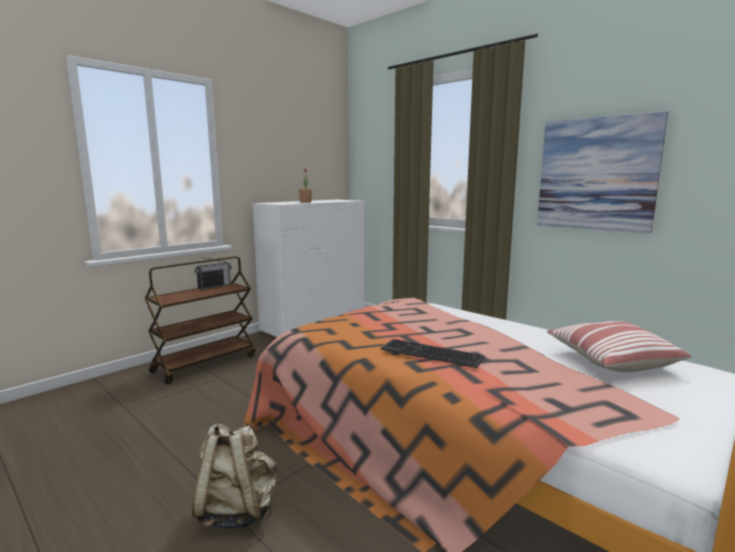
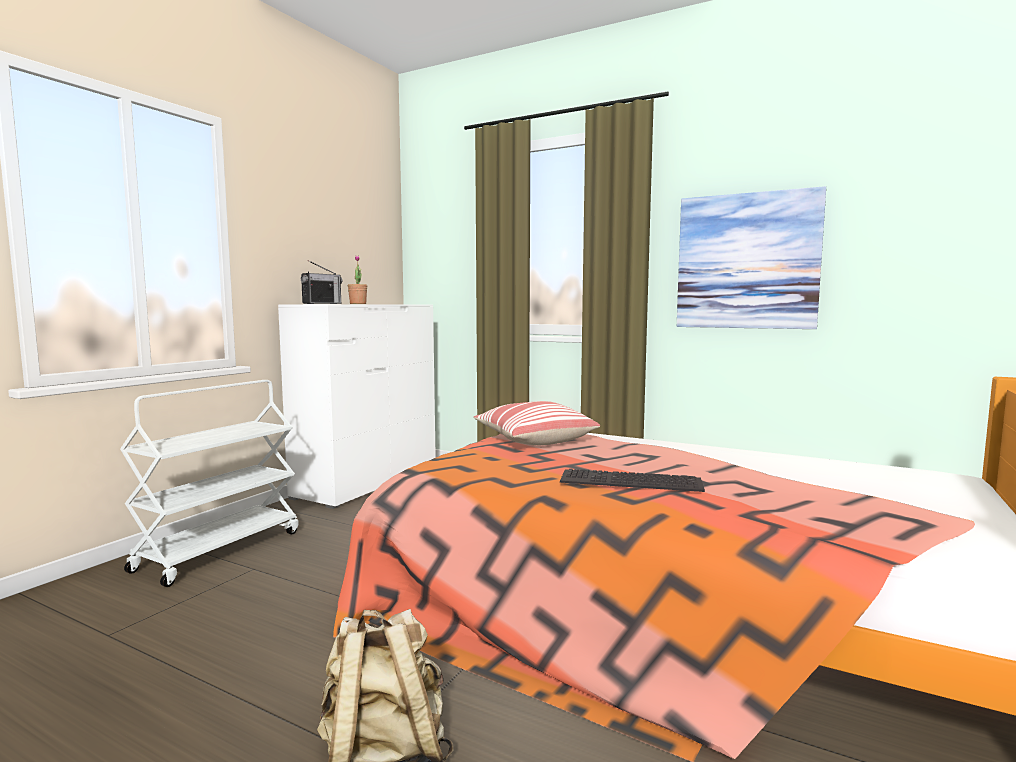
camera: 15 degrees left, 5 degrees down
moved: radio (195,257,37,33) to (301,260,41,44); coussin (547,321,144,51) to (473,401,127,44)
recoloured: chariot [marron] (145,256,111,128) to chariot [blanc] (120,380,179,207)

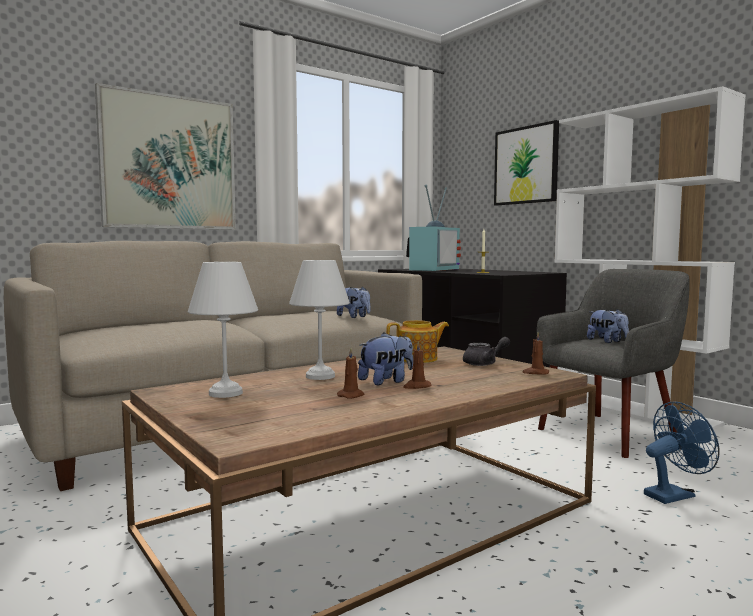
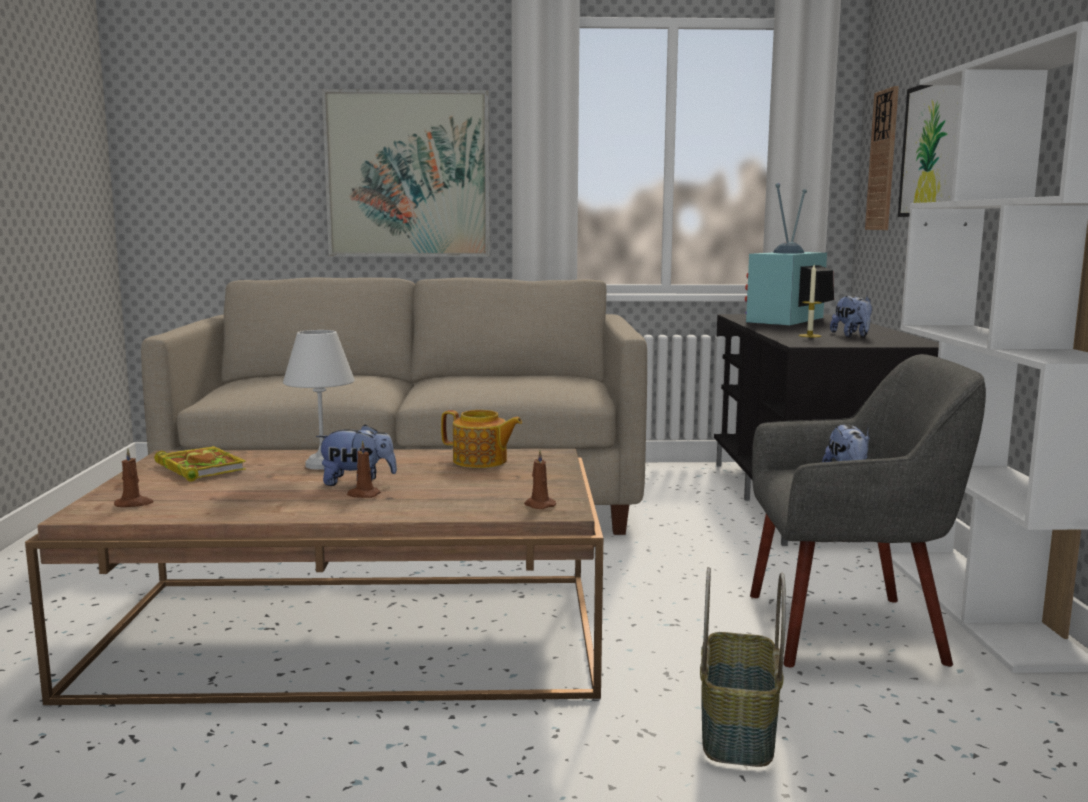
camera: 35 degrees right, 5 degrees up
removed: théière [gris] (463,337,47,29)
added: horloge murale (865,86,34,144)
moved: peluche (337,286,33,32) to (830,296,42,41); bougie [marron] (337,348,27,51) to (114,448,39,59)
replaced: lampe de table [blanc] (188,262,70,136) to livre (154,446,92,36); ventilateur [bleu] (644,401,76,103) to panier (700,567,86,200)
turned: téléviseur (406,185,55,86) = (745,183,89,142) 150 degrees clockwise

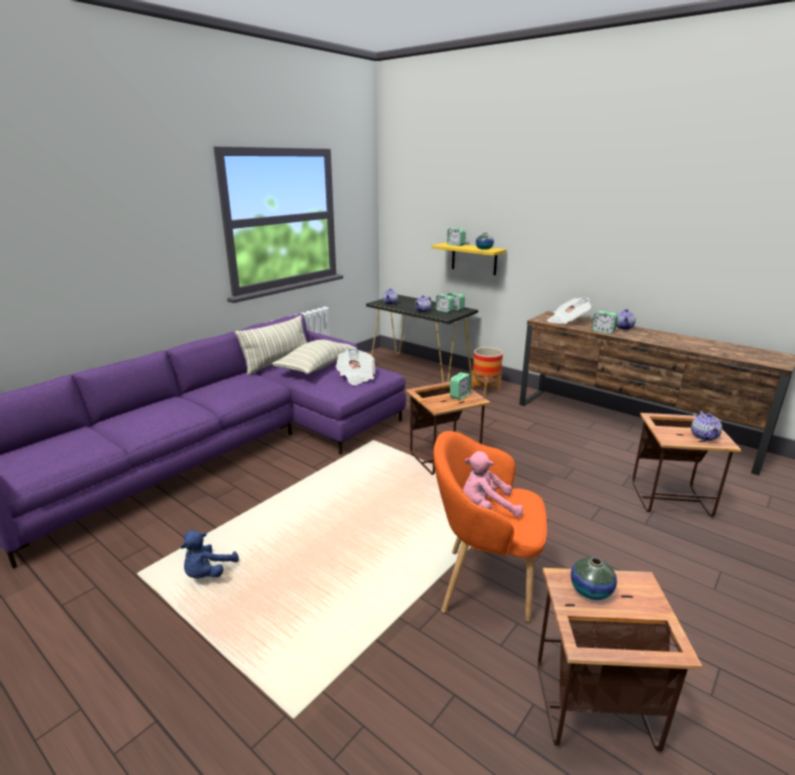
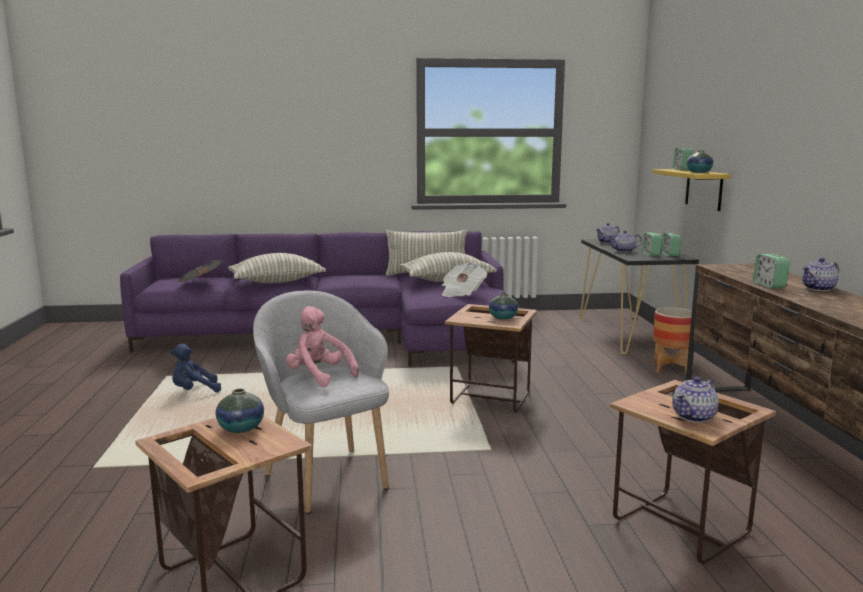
camera: 45 degrees right, 10 degrees down
added: coussin (228,253,98,30)
moved: journal (547,297,44,27) to (176,260,46,23)
replaced: réveil (450,372,21,28) to vase (489,293,29,27)
recoloured: fauteuil [orange] (433,431,114,192) to fauteuil [gris] (253,291,136,223)

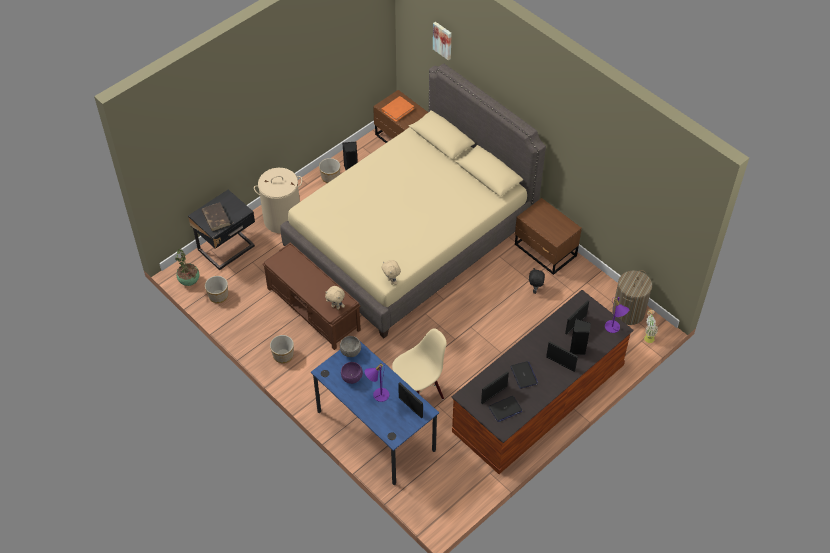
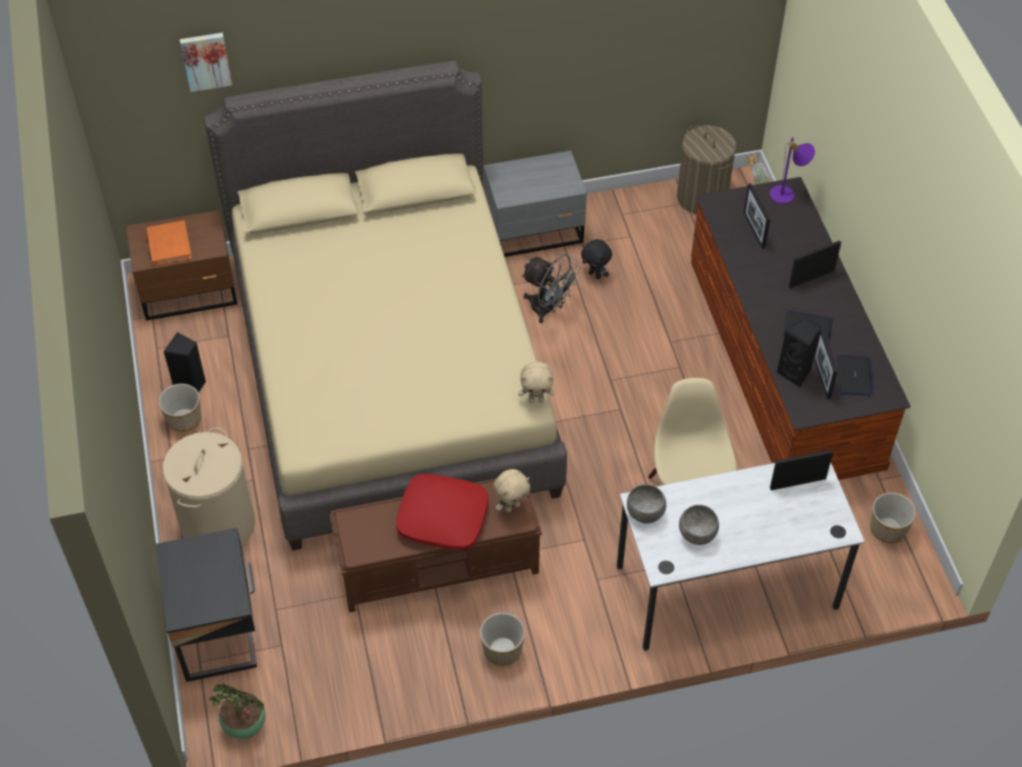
camera: 60 degrees left, 0 degrees up
removed: livre [marron] (202,202,28,29); lampe de table [violet] (365,363,24,39)
added: coussin [rouge] (396,474,93,76); ventilateur [gris] (521,254,60,69)
moved: cache-pot (205,276,23,27) to (870,493,46,50); enceinte [noir] (570,318,21,37) to (776,317,45,71)
recoloured: bureau [bleu] (311,340,128,145) to bureau [blanc] (617,463,248,188); bol [violet] (341,362,22,22) to bol [gris] (679,505,40,40); table de chevet [marron] (515,198,67,77) to table de chevet [gris] (484,151,103,106)

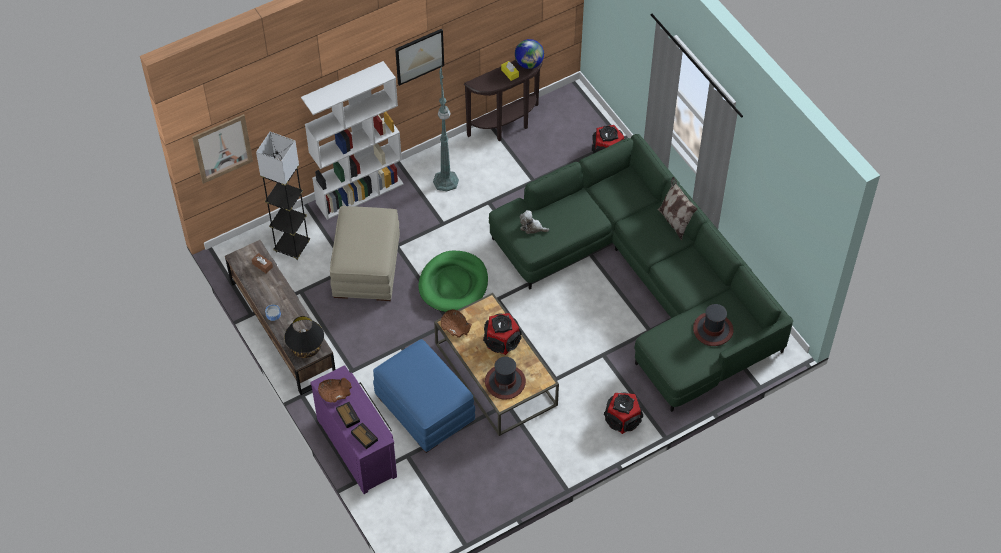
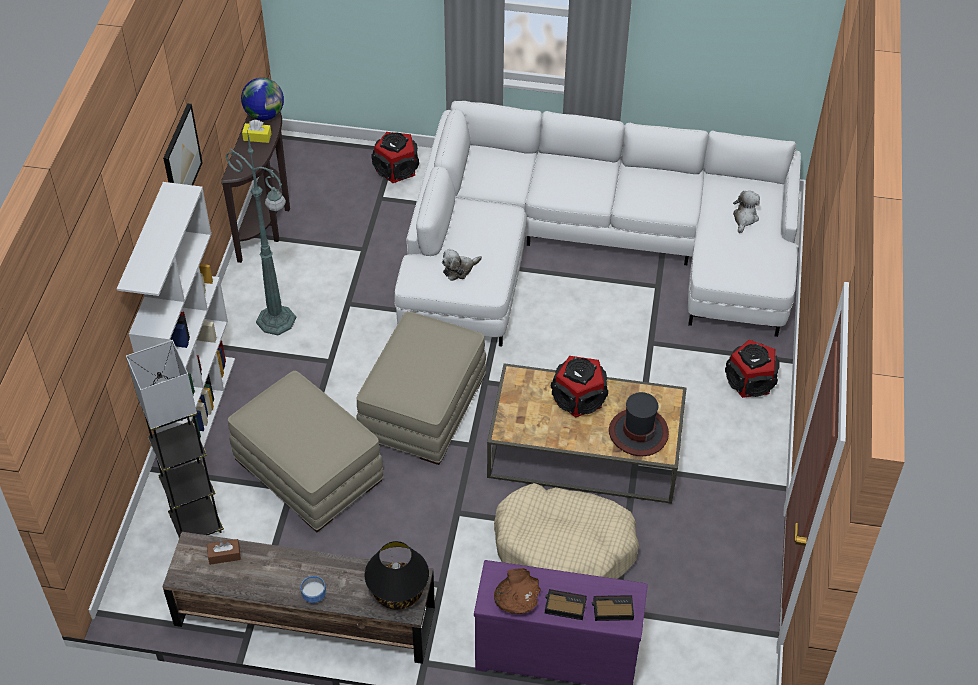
camera: 50 degrees left, 5 degrees down
removed: tableau (192,114,61,70); bol [marron] (441,309,31,29); coussin (658,177,40,63)
replaced: pouf [bleu] (373,339,102,114) to panier pour chien [beige] (494,483,146,96); panier pour chien [vert] (418,251,70,61) to pouf [beige] (356,311,130,154); chapeau (693,304,41,42) to peluche (733,191,27,42)
recoloured: canapé [vert] (489,134,304,278) to canapé [blanc] (394,101,407,246)

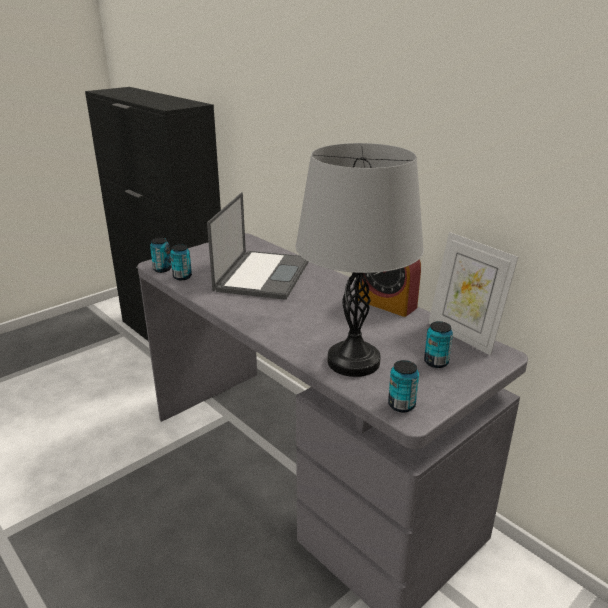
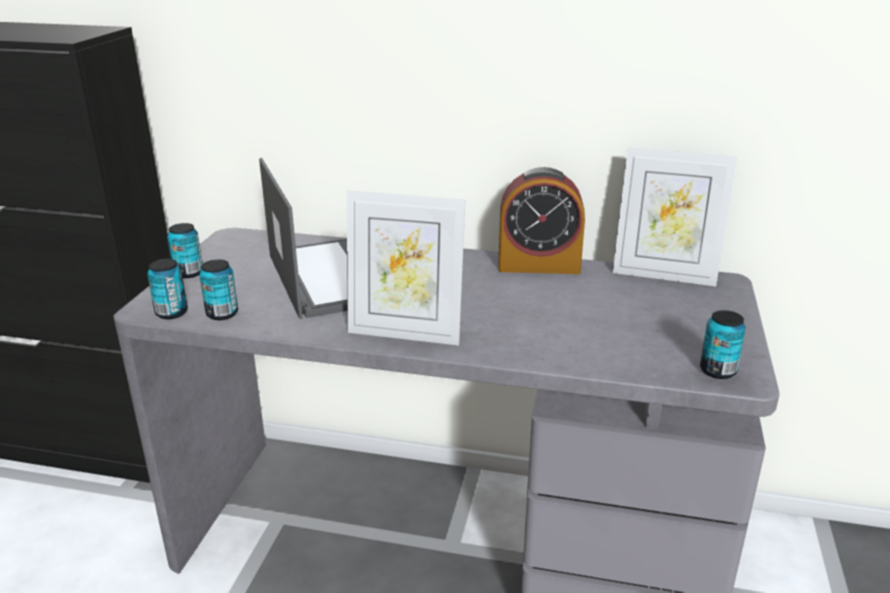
camera: 35 degrees left, 0 degrees up
removed: lampe de table [gris] (295,143,129,234)
added: cadre photo (347,190,118,155)
moved: boîte métallique (424,321,29,47) to (167,223,36,55)

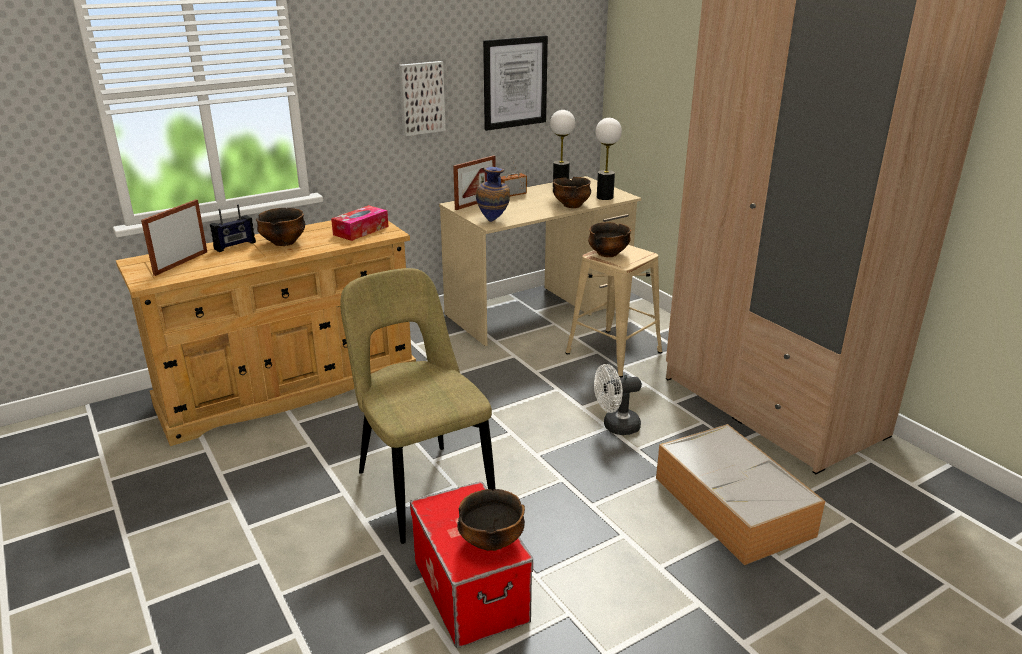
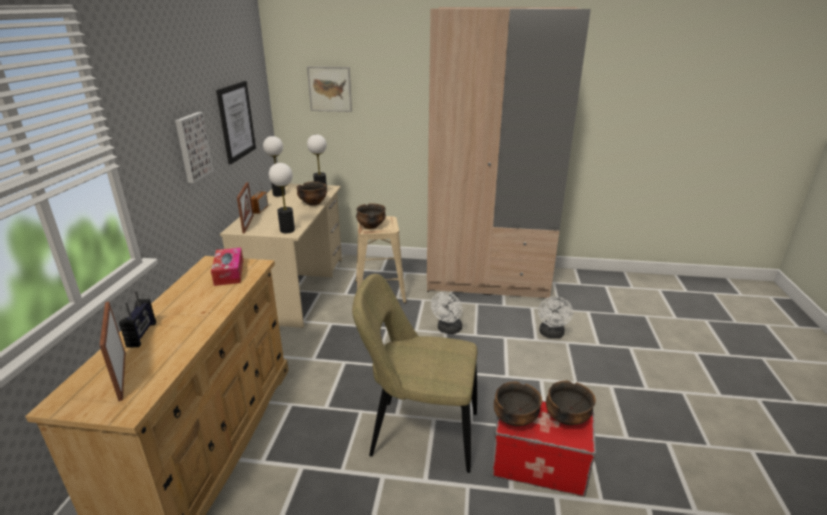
camera: 50 degrees left, 0 degrees up
added: tableau (307,66,45,46)
moved: bol (256,208,49,38) to (494,382,48,44)
replaced: vase (476,167,34,55) to lampe de table (269,163,26,70); boîte de rangement (656,424,169,141) to ventilateur [blanc] (538,296,35,43)

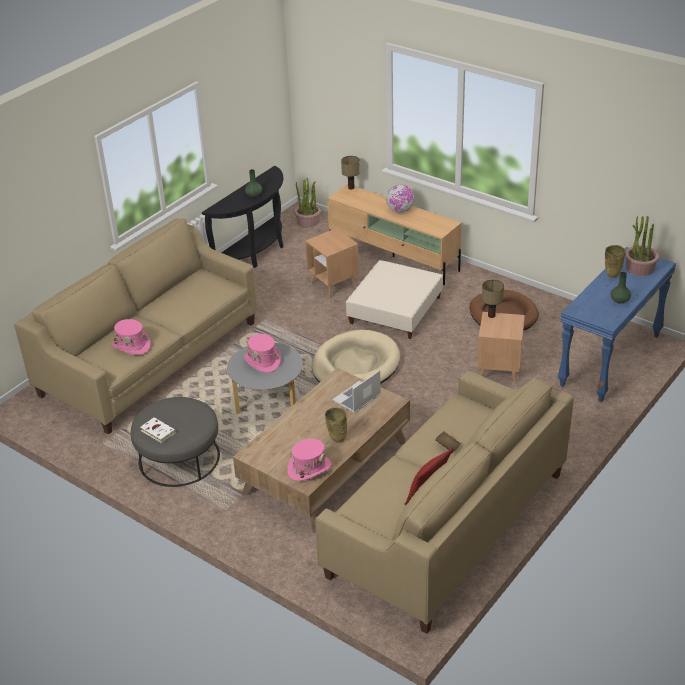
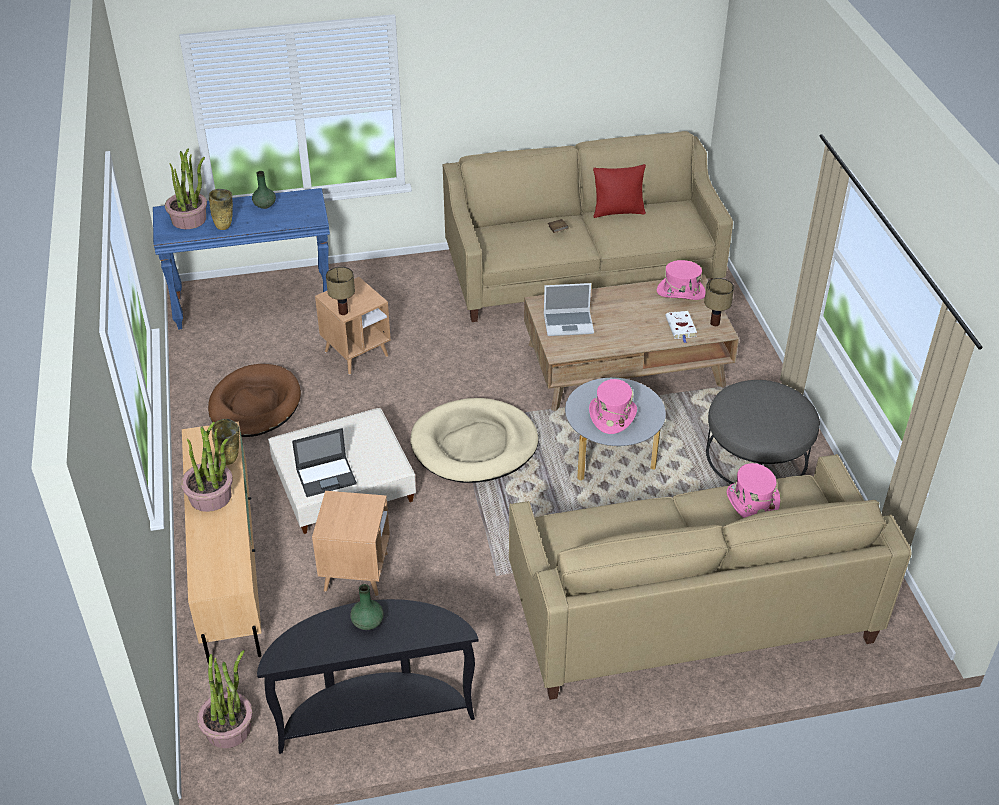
camera: 140 degrees left, 5 degrees up
added: ordinateur portable (292,428,65,69)
moved: livre [blanc] (140,417,36,26) to (666,311,31,32); vase [beige] (325,408,22,34) to (212,419,27,46); lampe de table (341,156,19,33) to (704,278,30,48)
replaced: globe (386,185,28,28) to plante en pot (181,422,52,90)

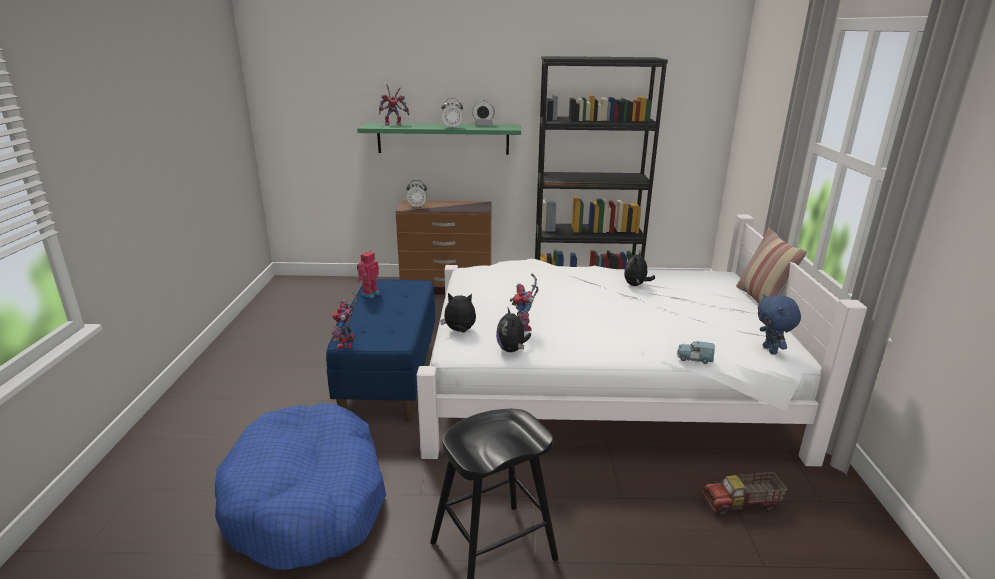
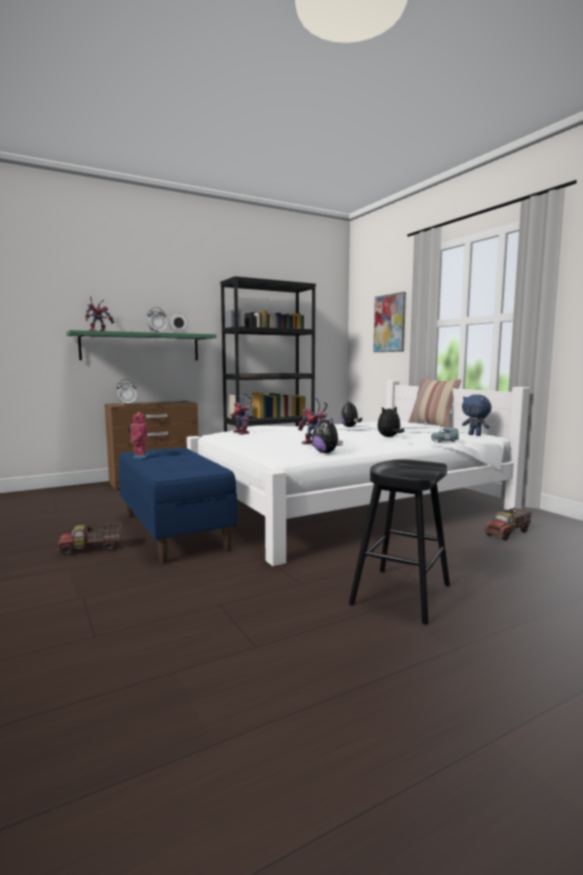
camera: 30 degrees left, 15 degrees down
removed: panier pour chien [bleu] (215,403,171,167)
added: camion jouet (57,523,64,33); tableau (373,292,33,60)
moved: robot jouet (331,291,26,57) to (230,393,22,41); peluche (440,293,36,40) to (377,407,27,30)

